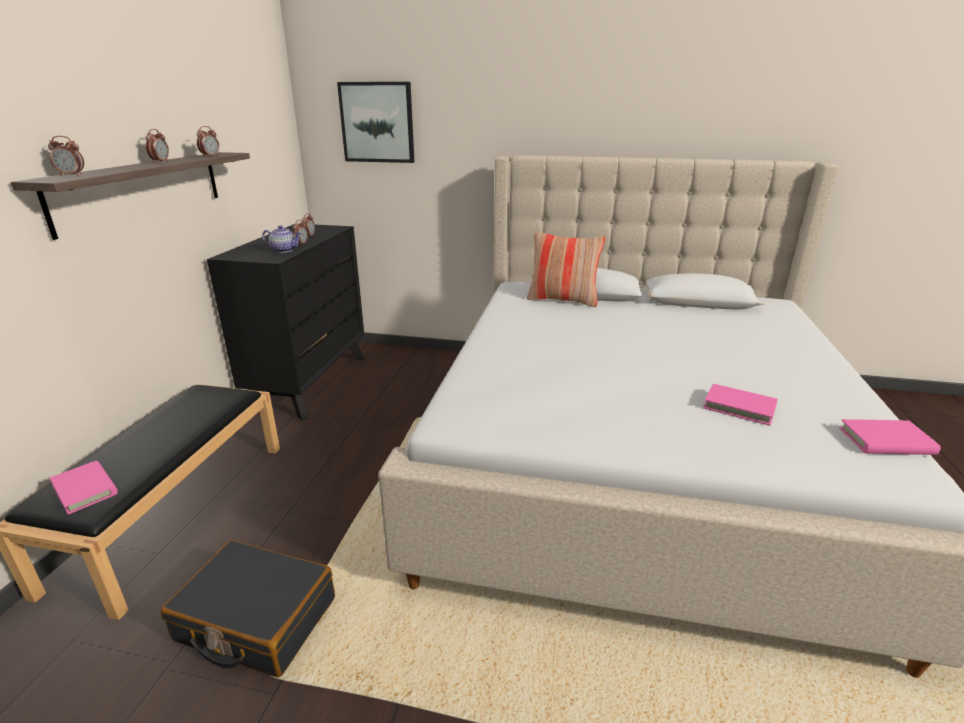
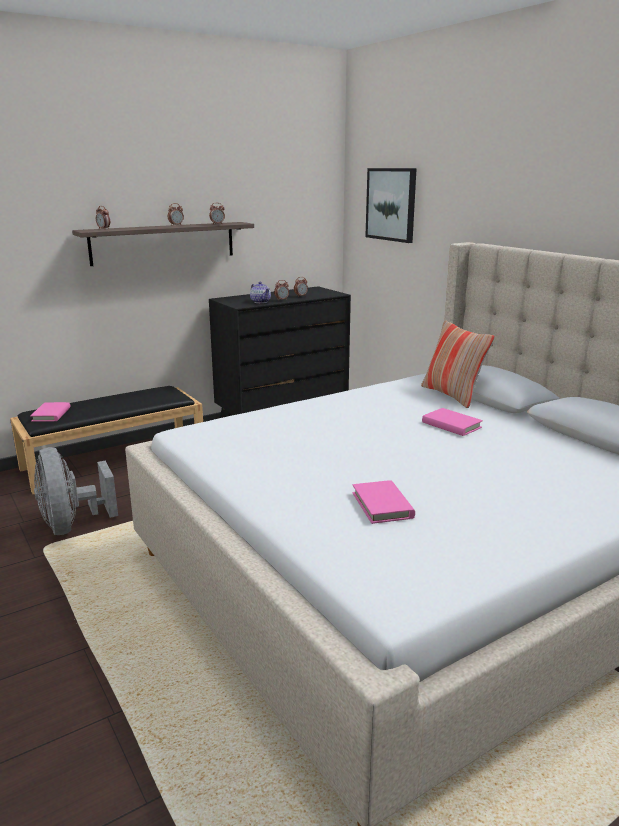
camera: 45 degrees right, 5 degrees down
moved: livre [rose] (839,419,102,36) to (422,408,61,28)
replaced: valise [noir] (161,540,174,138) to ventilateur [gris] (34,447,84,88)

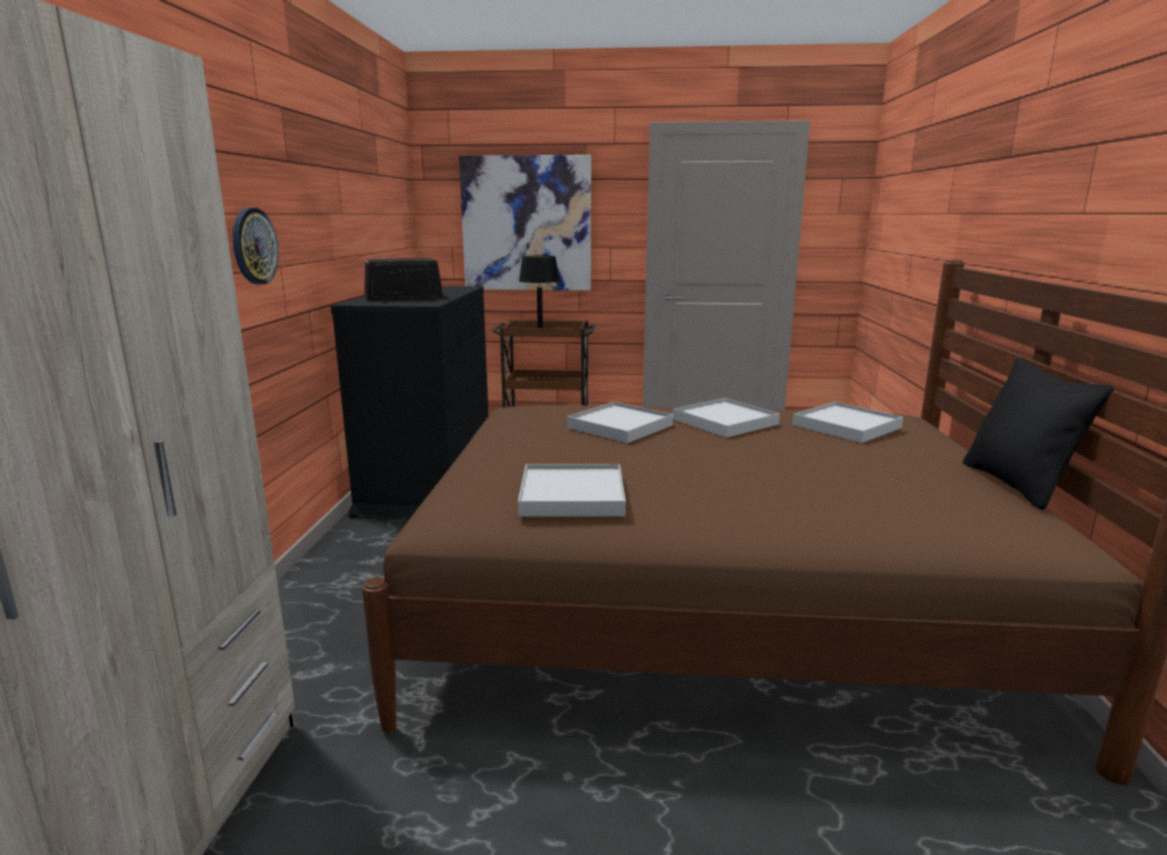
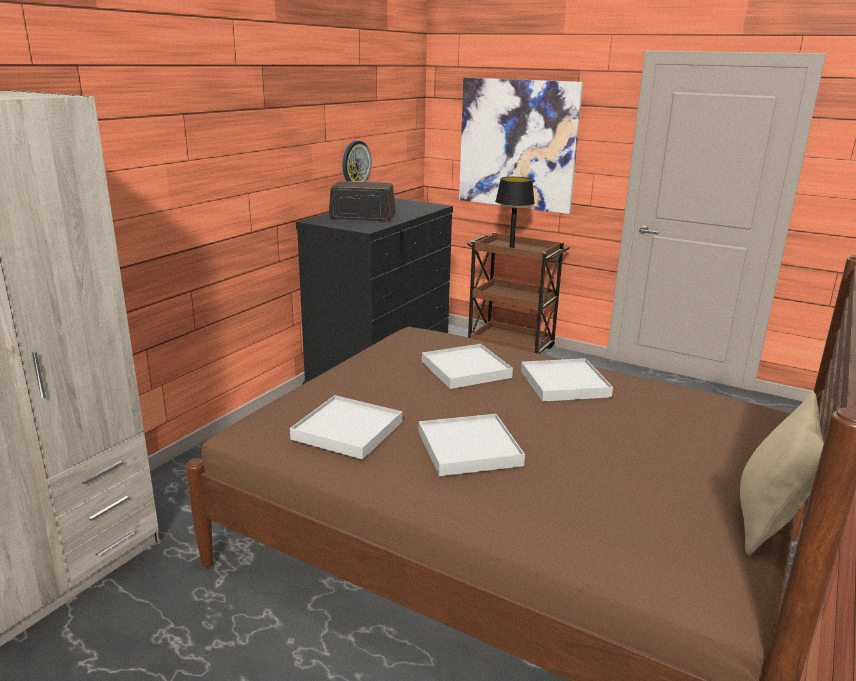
camera: 25 degrees right, 5 degrees up
moved: horloge murale (233,208,46,77) to (343,141,28,41); plateau [blanc] (793,402,110,41) to (419,414,106,62)
recoloured: coussin [noir] (963,358,151,152) to coussin [beige] (740,392,84,163)

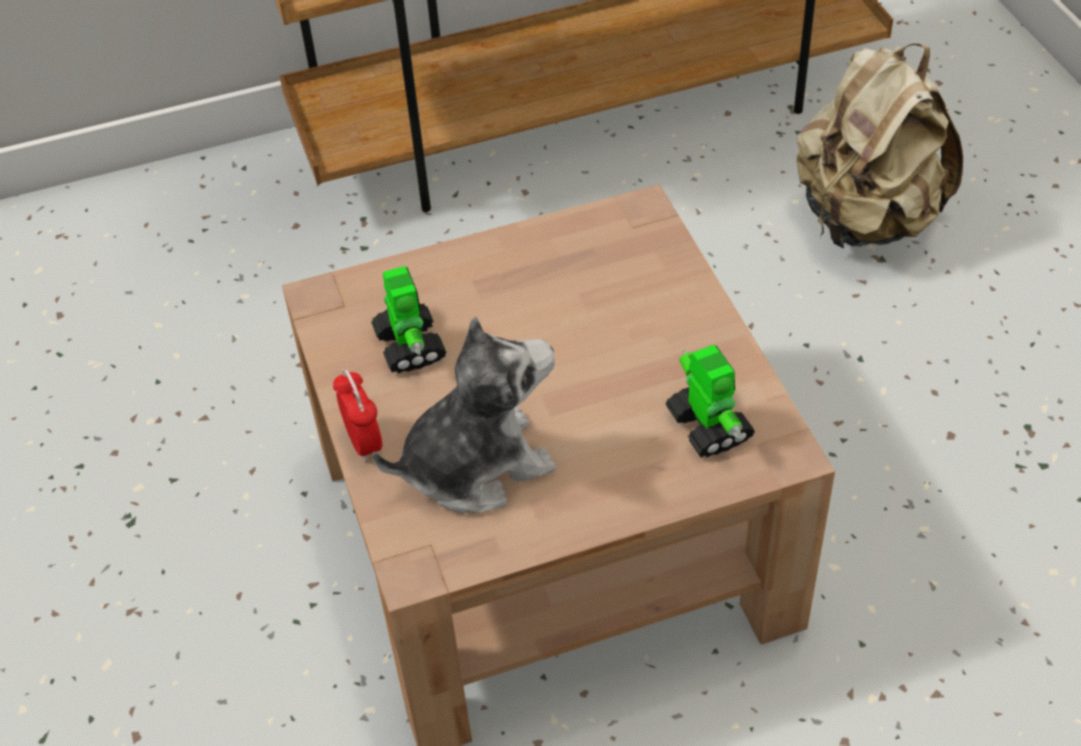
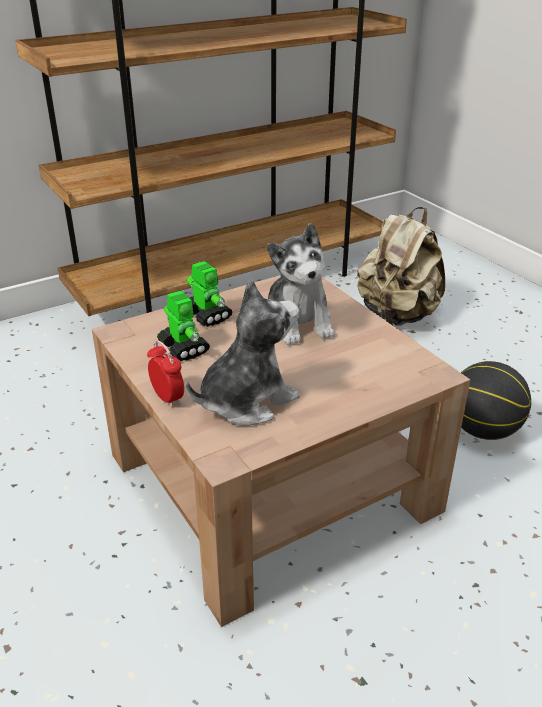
camera: 15 degrees left, 15 degrees down
added: peluche (267,223,68,122); ballon de basket (461,361,70,79)
moved: robot jouet (665,345,90,112) to (187,261,46,66)

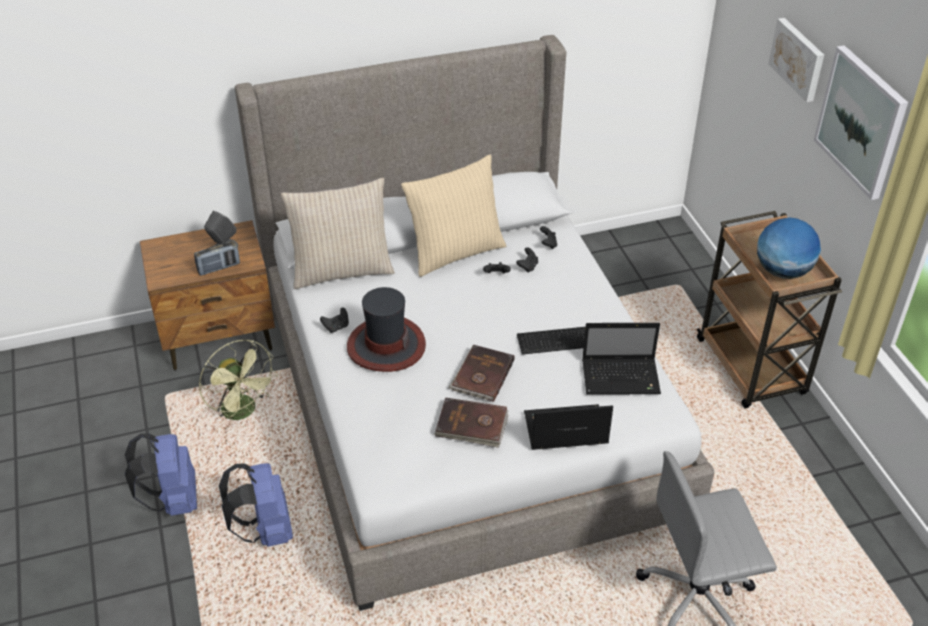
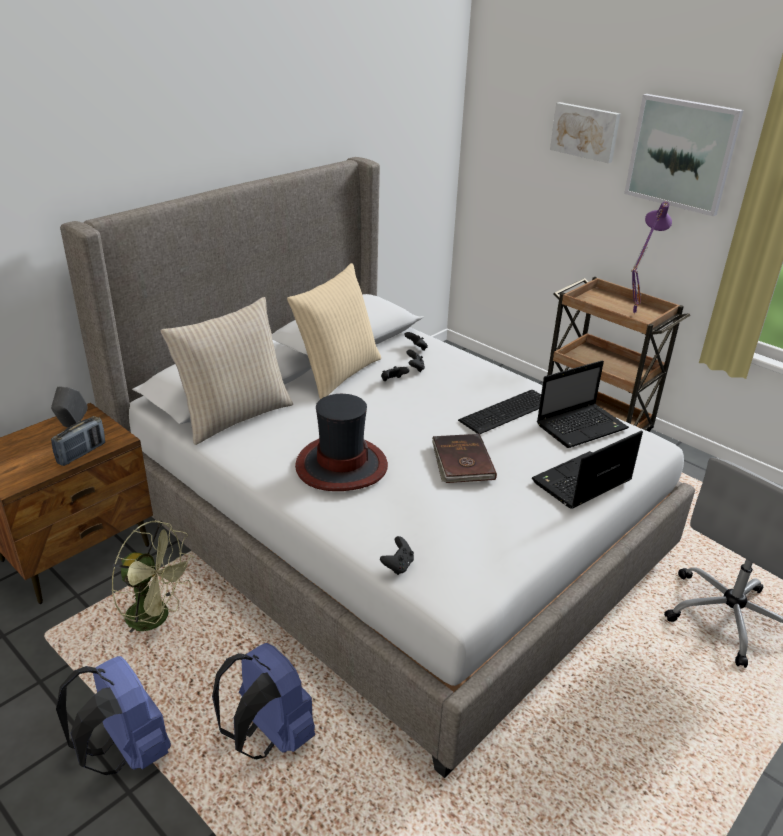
camera: 30 degrees left, 10 degrees down
removed: livre [marron] (434,398,75,50)
moved: manette [noir] (320,307,29,26) to (380,536,34,39)
replaced: globe (757,217,64,62) to lampe de table [violet] (631,202,41,114)

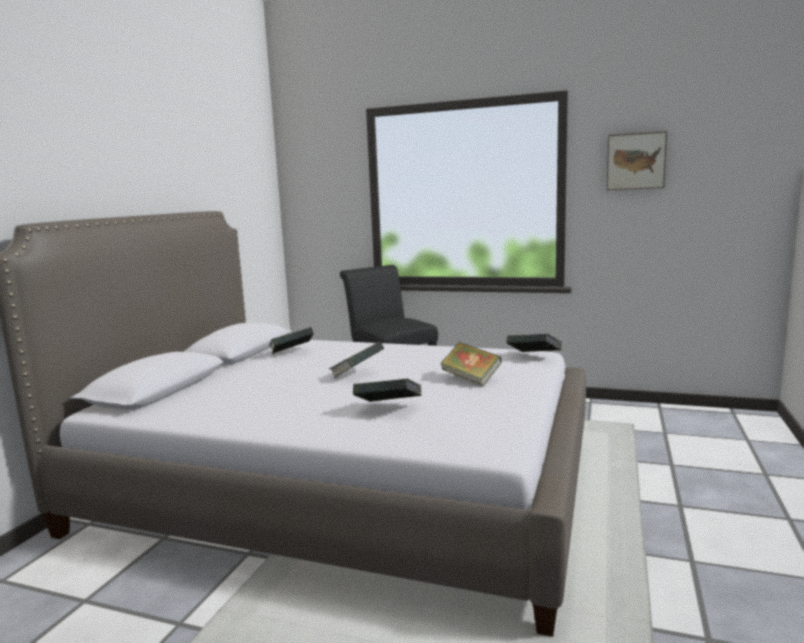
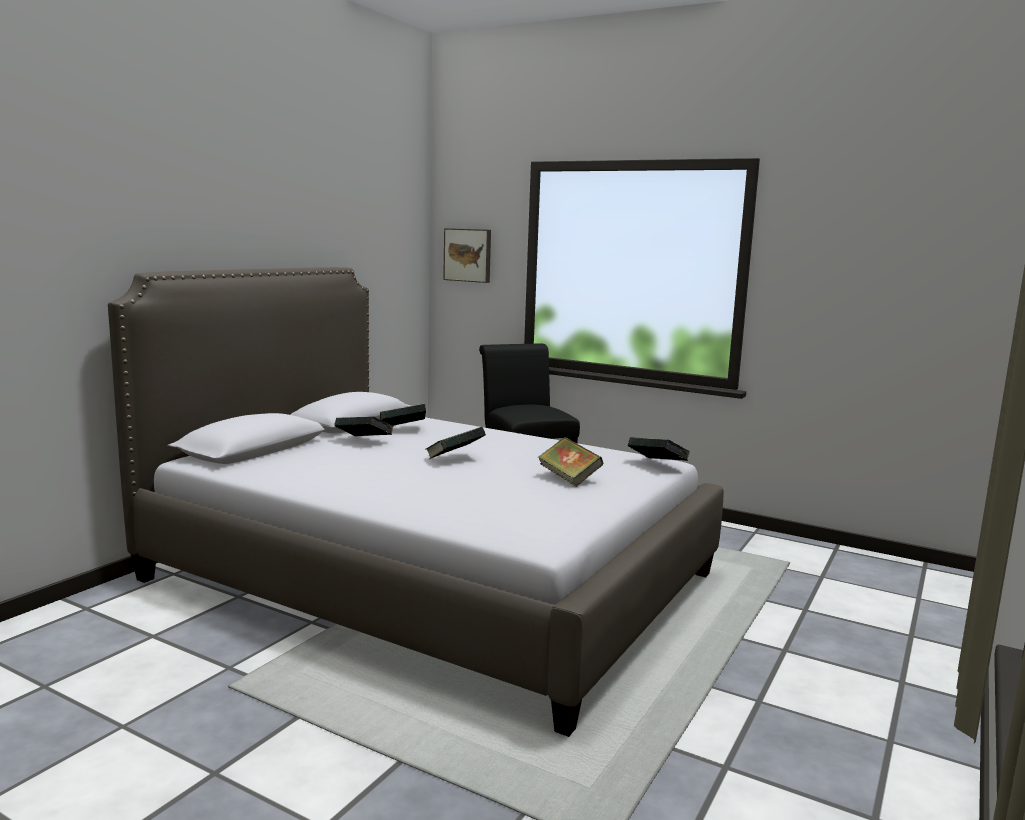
camera: 10 degrees right, 0 degrees up
moved: livre (353,379,69,23) to (334,416,60,20); tableau (607,131,60,59) to (443,228,48,55)

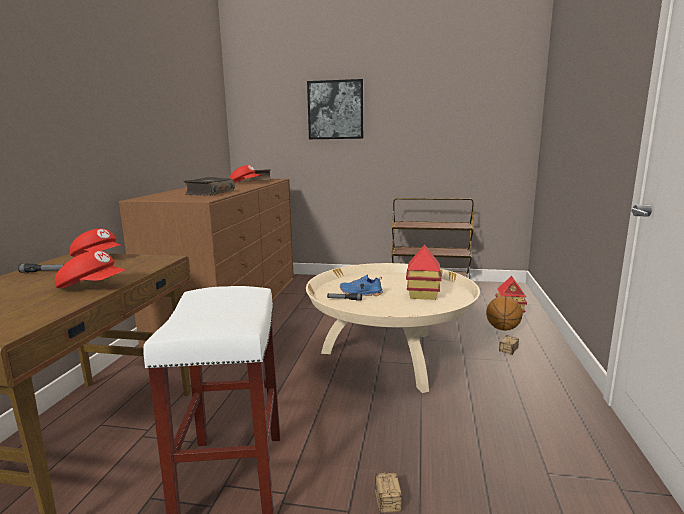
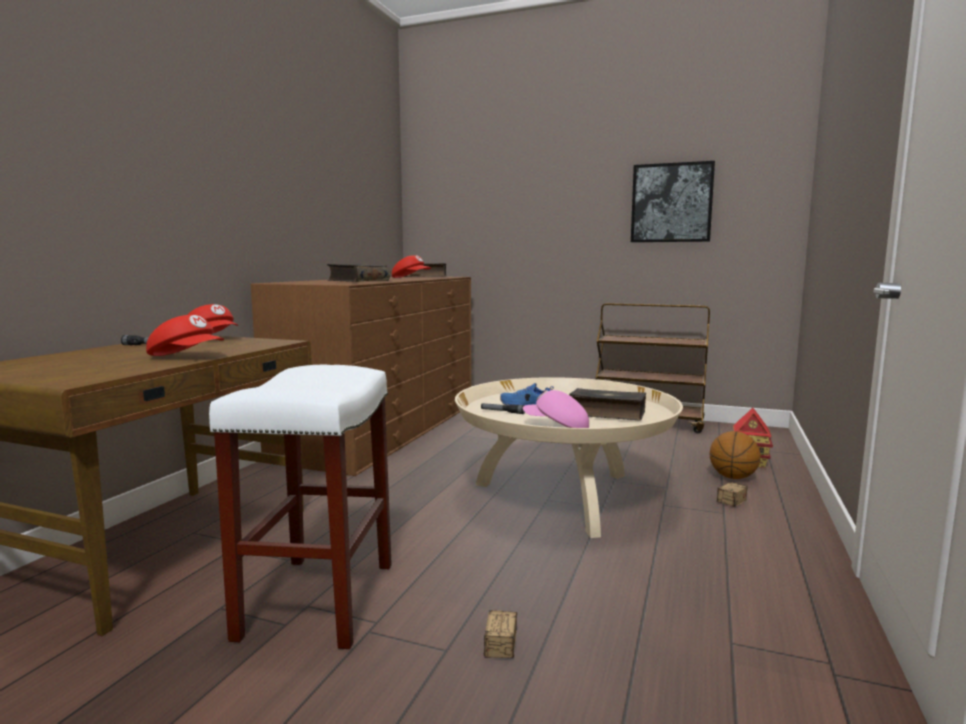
camera: 10 degrees right, 5 degrees down
added: casquette [rose] (523,390,66,38)
moved: tableau (307,79,57,60) to (631,161,84,81)
replaced: maison miniature (406,245,36,55) to livre (569,388,77,32)

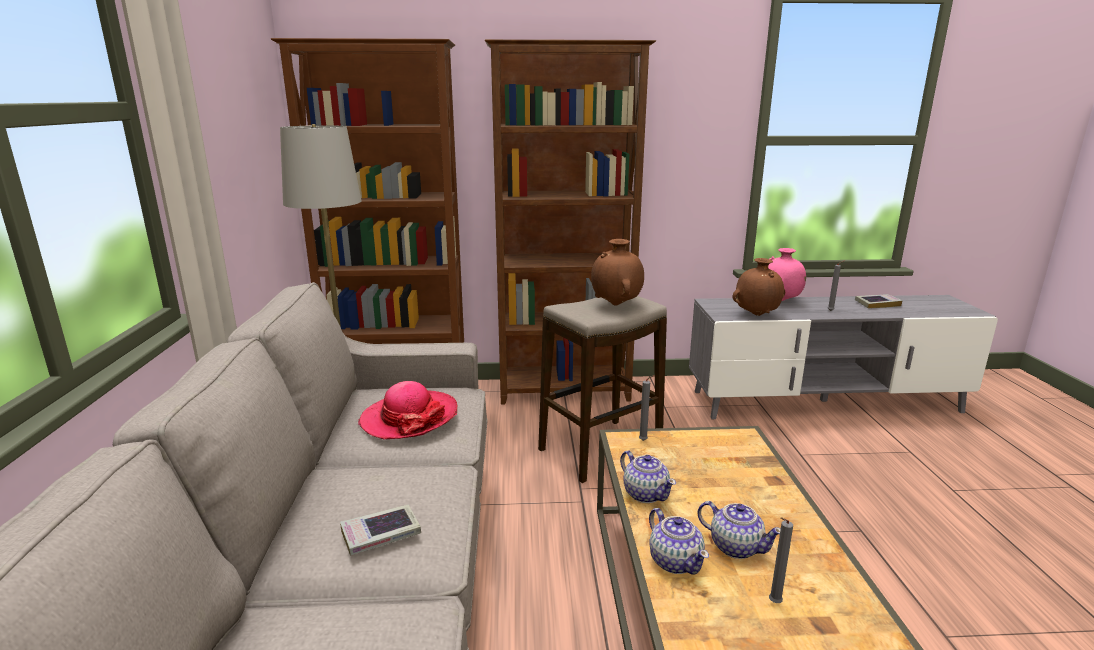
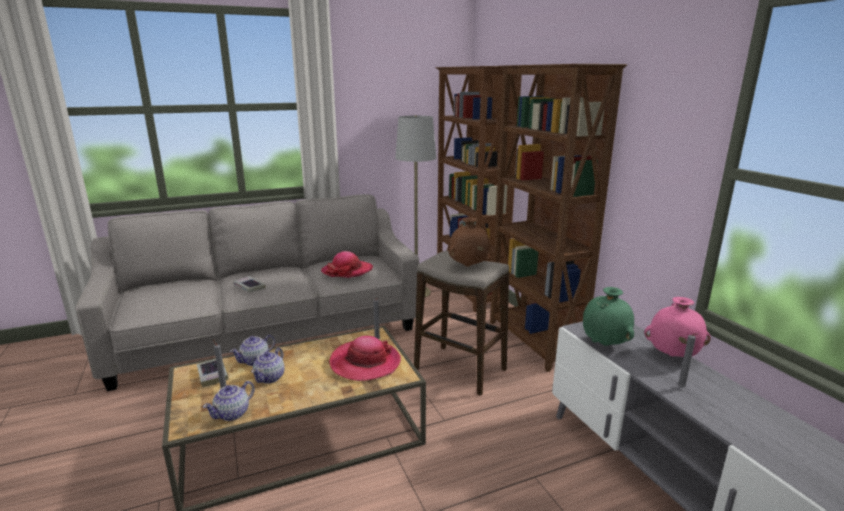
camera: 70 degrees right, 0 degrees up
added: chapeau (329,336,72,45)
moved: théière (620,451,56,52) to (203,381,52,40); livre (855,294,48,14) to (197,359,31,29)
recoloured: vase [marron] (732,258,53,58) to vase [vert] (583,287,51,59)

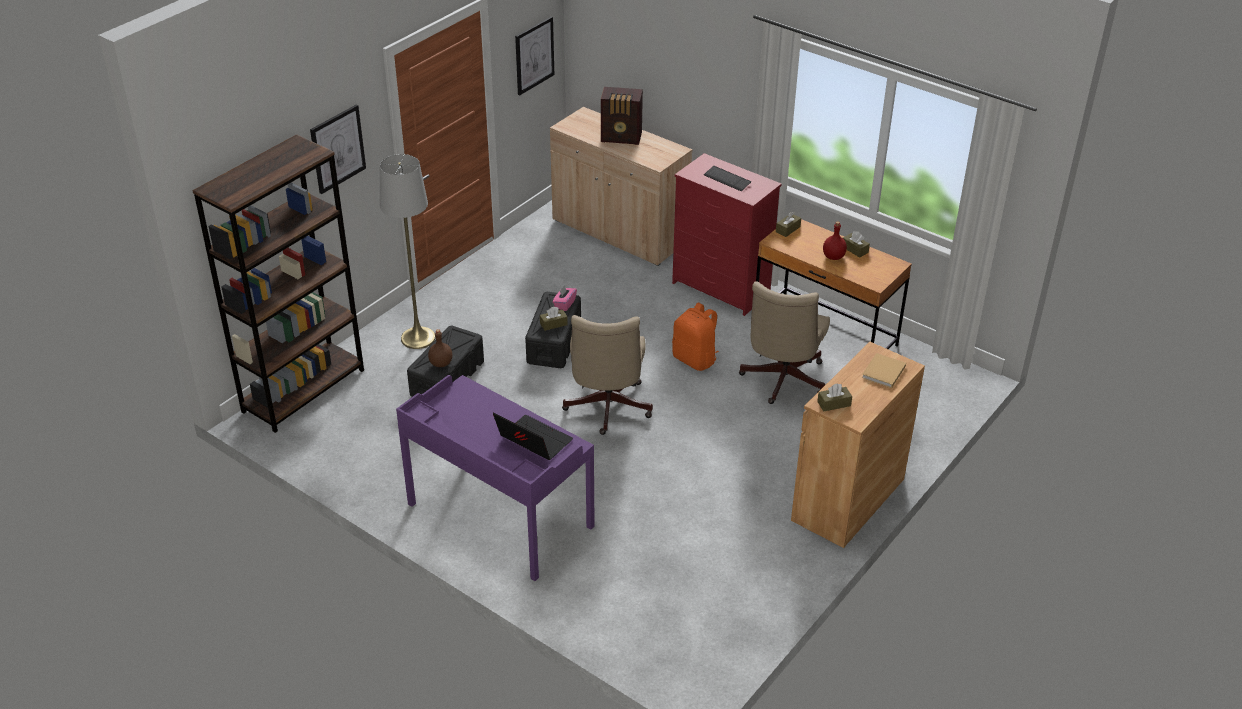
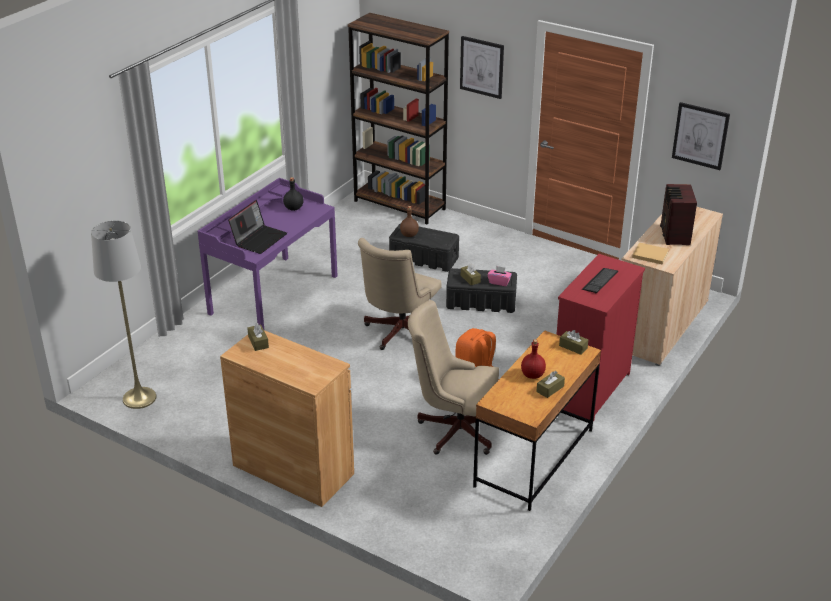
camera: 85 degrees right, 5 degrees down
added: bouteille [noir] (283,177,20,34)
moved: lampadaire [gris] (380,154,56,195) to (91,221,66,188); livre [beige] (862,353,44,35) to (632,242,37,22)
turned: chaise de bureau [beige] (562,315,91,120) = (358,238,84,112) 60 degrees counterclockwise

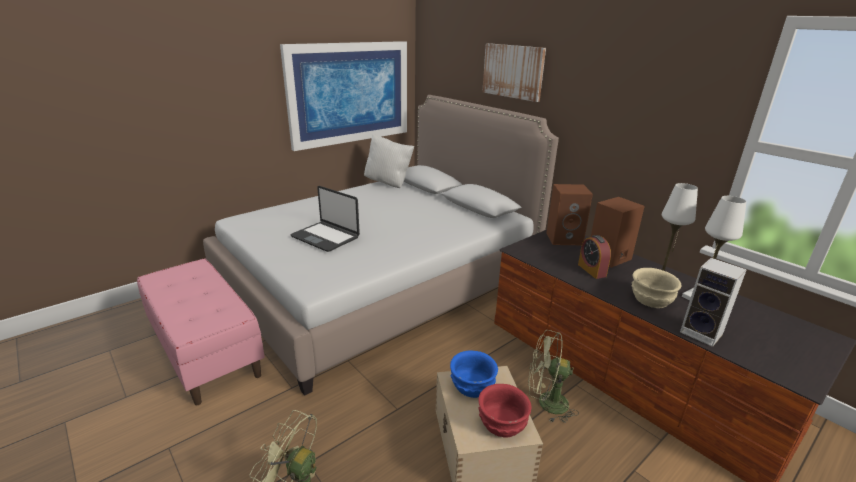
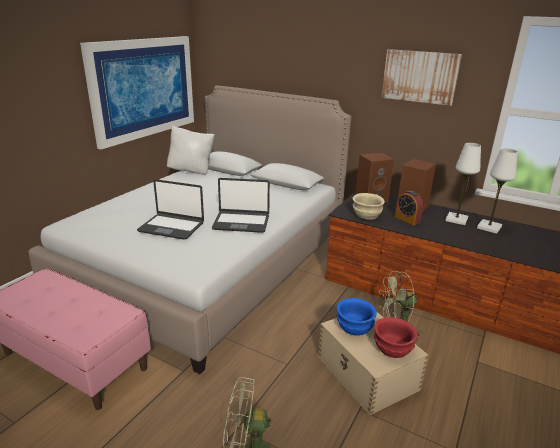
camera: 20 degrees left, 0 degrees up
removed: enceinte (680,258,67,89)
added: ordinateur portable (212,178,58,55)
moved: tableau (482,43,64,59) to (381,49,81,57); bol [beige] (632,268,50,40) to (353,193,32,26)

